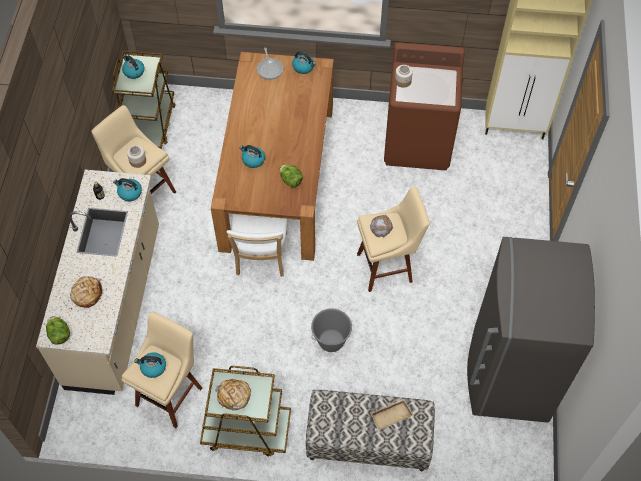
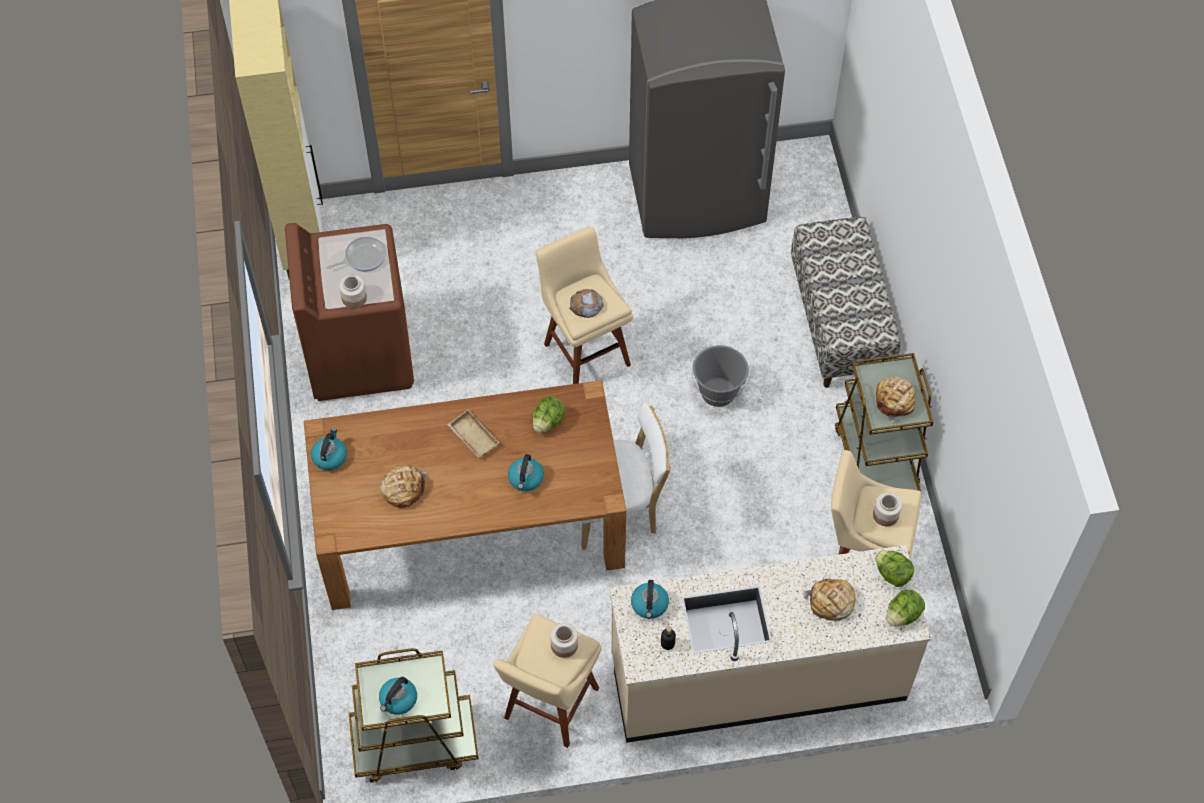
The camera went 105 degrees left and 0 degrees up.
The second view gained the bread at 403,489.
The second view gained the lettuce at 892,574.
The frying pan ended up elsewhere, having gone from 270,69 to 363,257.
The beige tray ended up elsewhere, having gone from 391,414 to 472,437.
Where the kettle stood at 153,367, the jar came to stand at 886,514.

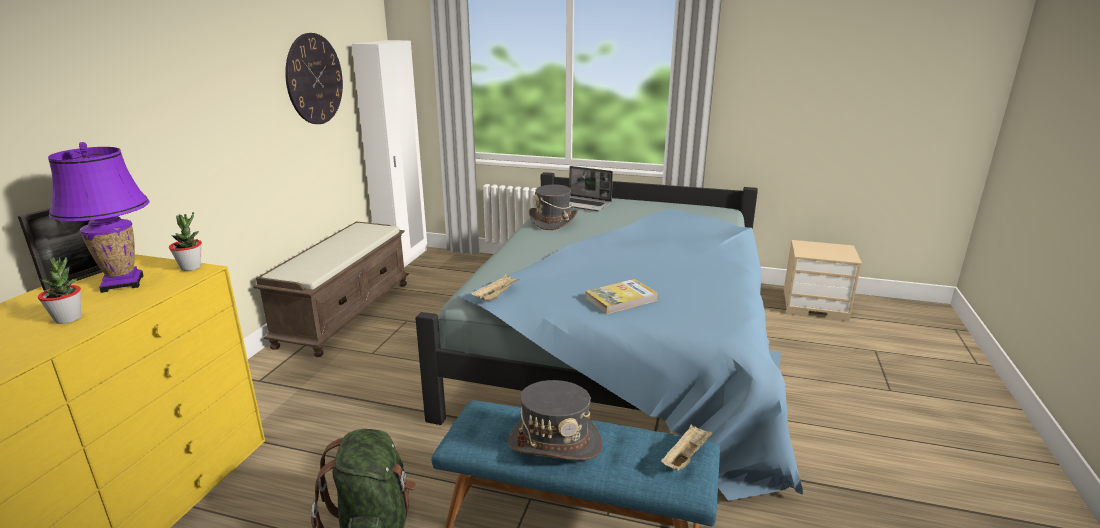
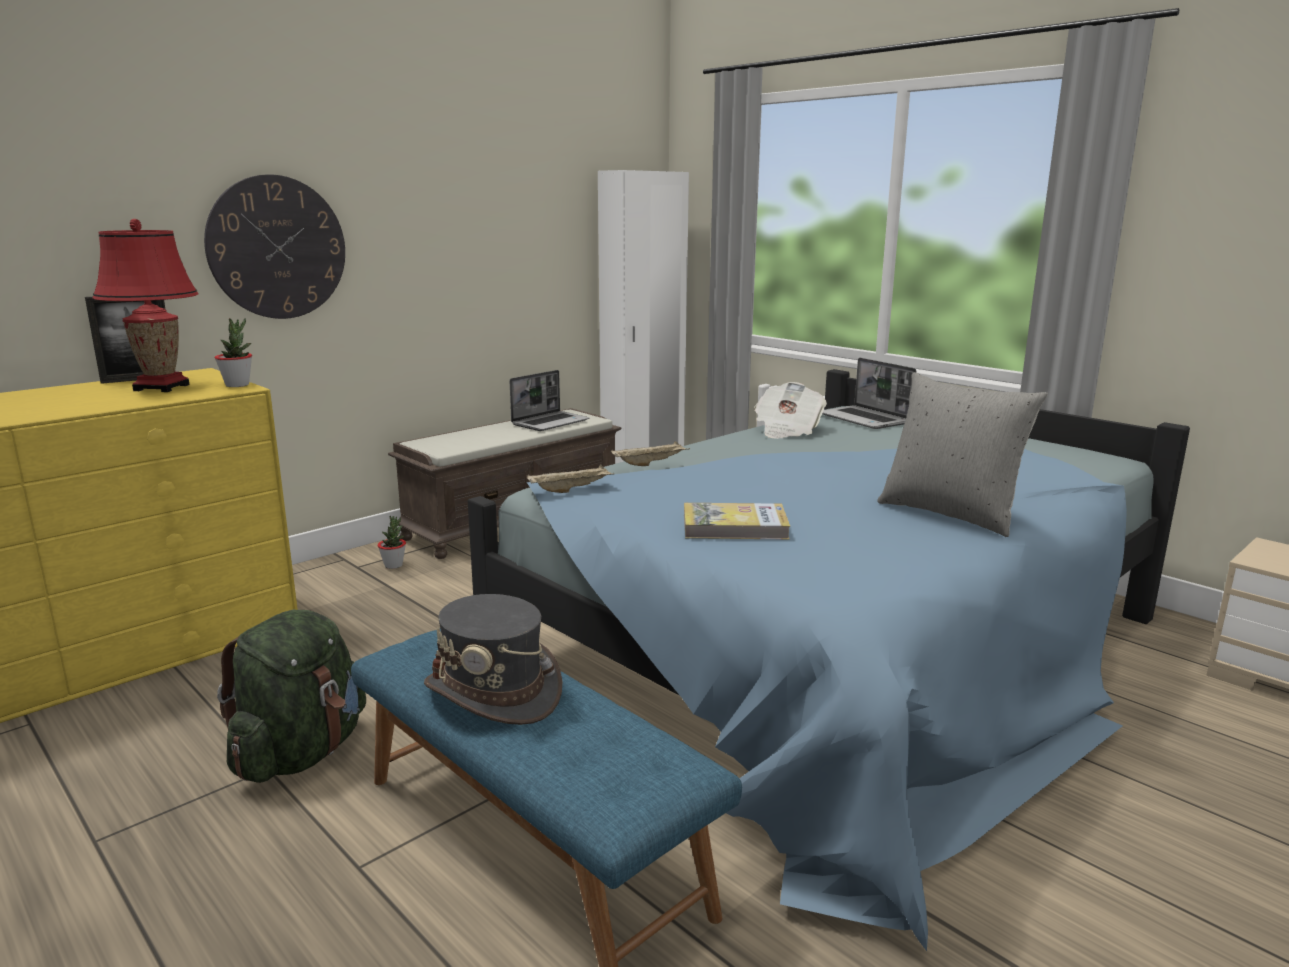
The camera went 30 degrees right and 5 degrees down.
The second view gained the laptop at 550,422.
The second view gained the grey pillow at 950,514.
The potted plant ended up elsewhere, having gone from 68,319 to 393,565.
The wall clock ended up elsewhere, having gone from 314,79 to 277,248.
The beige tray ended up elsewhere, having gone from 685,457 to 650,463.
Where the grey hat stood at 553,221, the newspaper came to stand at 787,430.
What was the purple table lamp at 122,283 turned into the red table lamp at 162,387.

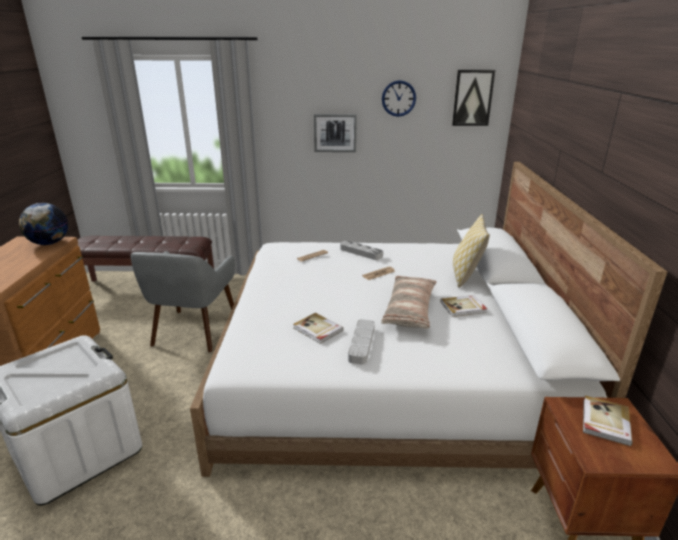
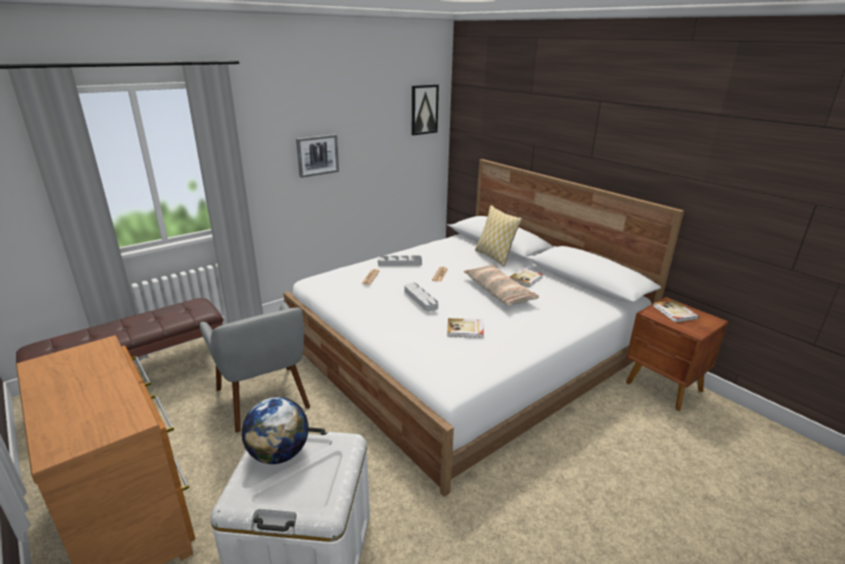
The camera went 40 degrees left and 0 degrees up.
The second view lost the wall clock at 398,98.
The globe ended up elsewhere, having gone from 49,243 to 278,454.
The grey tray ended up elsewhere, having gone from 361,344 to 420,299.

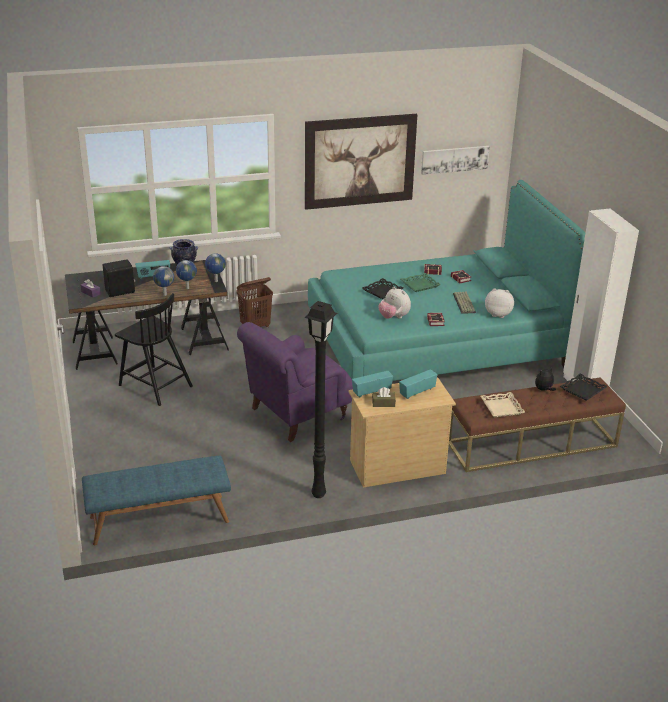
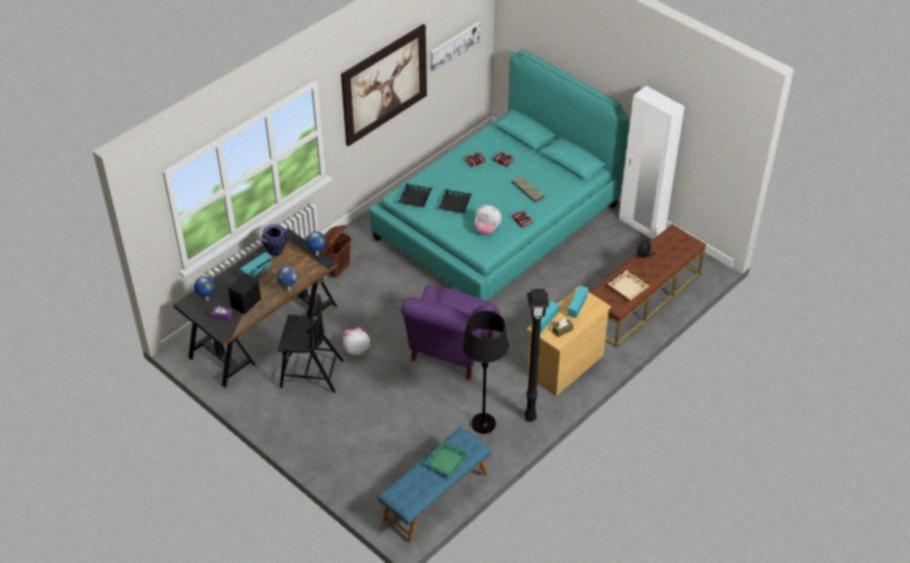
The camera went 30 degrees left and 15 degrees up.
The second view gained the black floor lamp at 483,424.
The globe ended up elsewhere, having gone from 187,288 to 206,300.
The green tray ended up elsewhere, having gone from 420,285 to 446,461.
The plush toy ended up elsewhere, having gone from 498,314 to 356,349.
The black tray ended up elsewhere, having gone from 582,390 to 415,197.

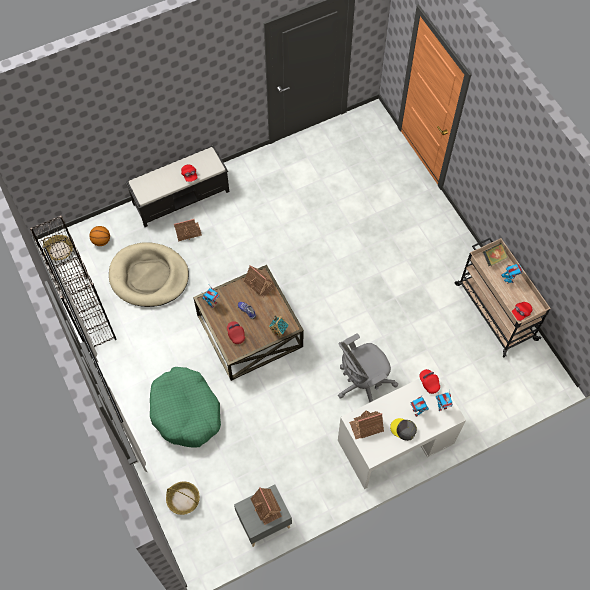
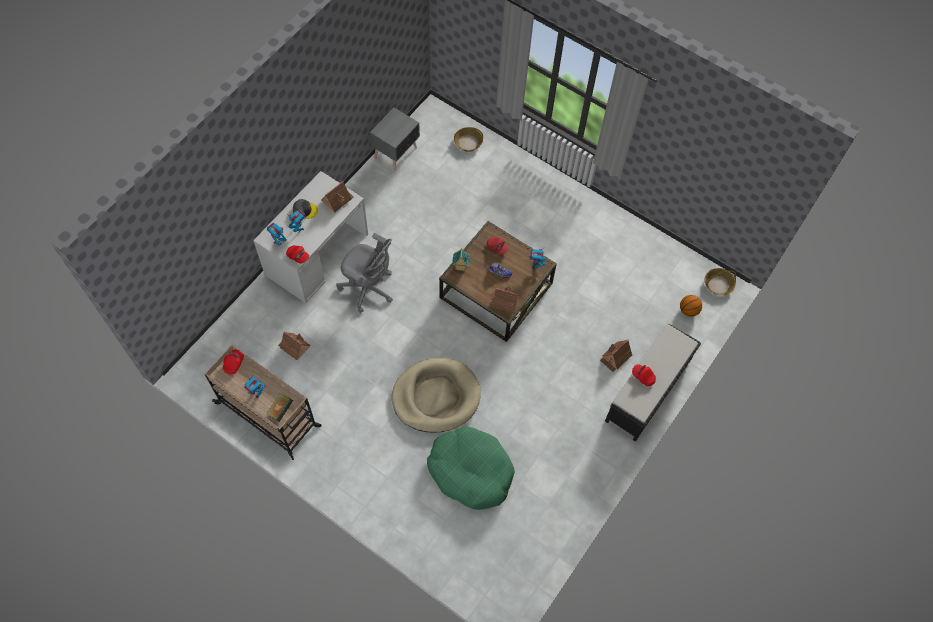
The camera went 150 degrees right and 0 degrees up.
The second view lost the black bookcase at 87,313.
The beige dog bed ended up elsewhere, having gone from 149,276 to 436,397.
The green dog bed ended up elsewhere, having gone from 186,411 to 470,471.
The toy house ended up elsewhere, having gone from 266,507 to 294,346.
The grey office chair at 362,384 ended up facing another way, 90 degrees clockwise from before.

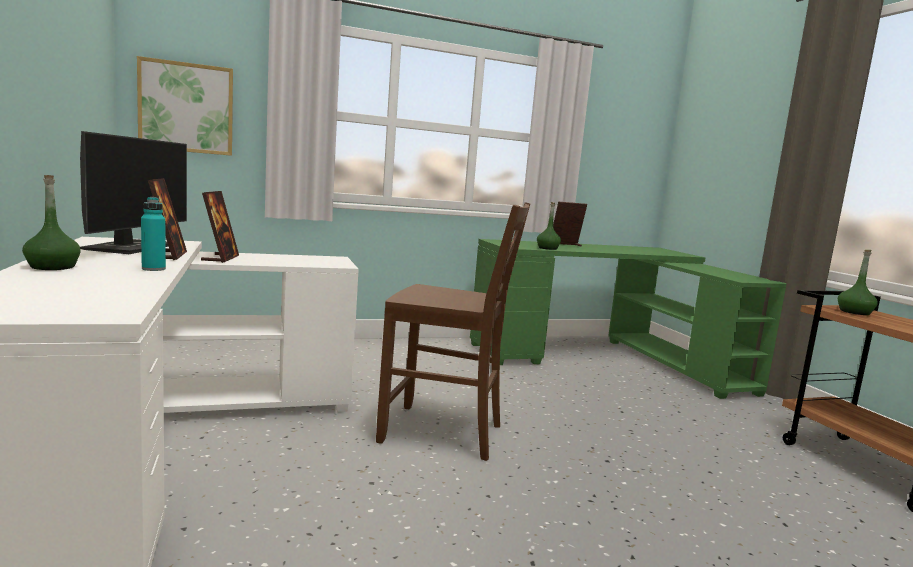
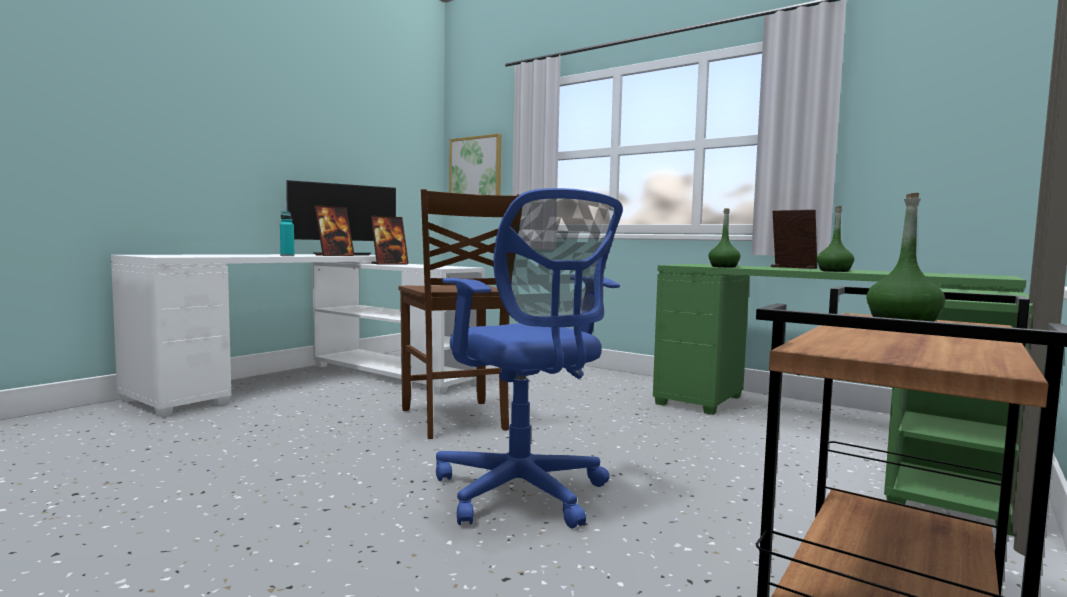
The camera went 55 degrees right and 5 degrees down.
The second view gained the blue office chair at 524,494.
The green bottle ended up elsewhere, having gone from 52,267 to 834,271.

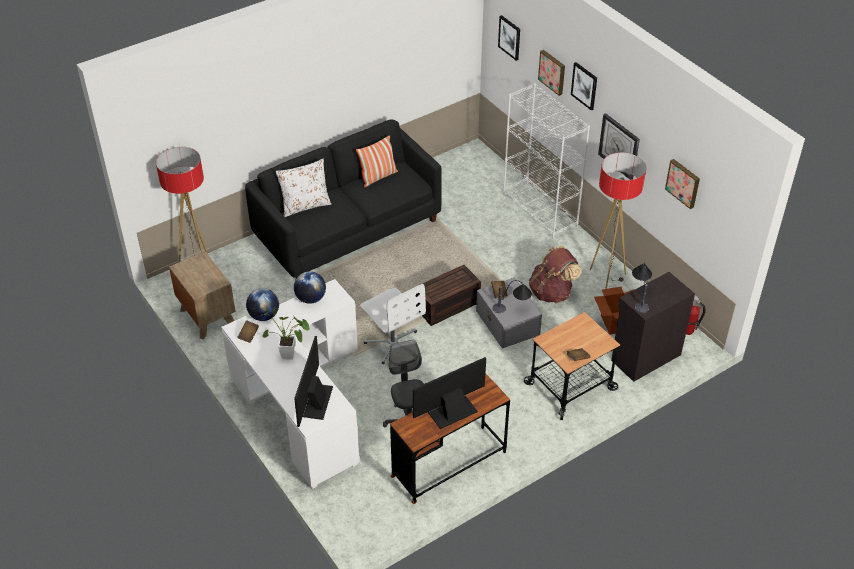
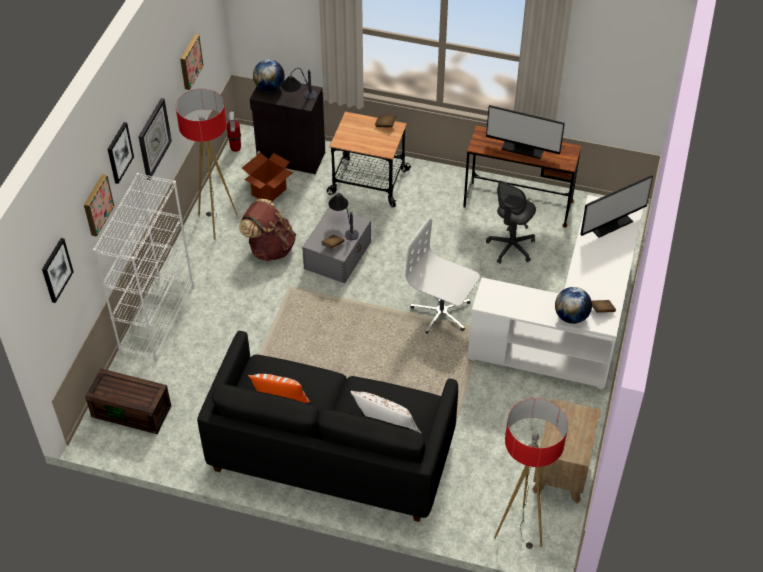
The camera went 130 degrees left and 5 degrees up.
The second view lost the potted plant at 291,356.
The globe ended up elsewhere, having gone from 311,298 to 269,87.
The brown storage box ended up elsewhere, having gone from 447,306 to 133,410.
The white office chair at 393,343 ended up facing another way, 75 degrees counterclockwise from before.

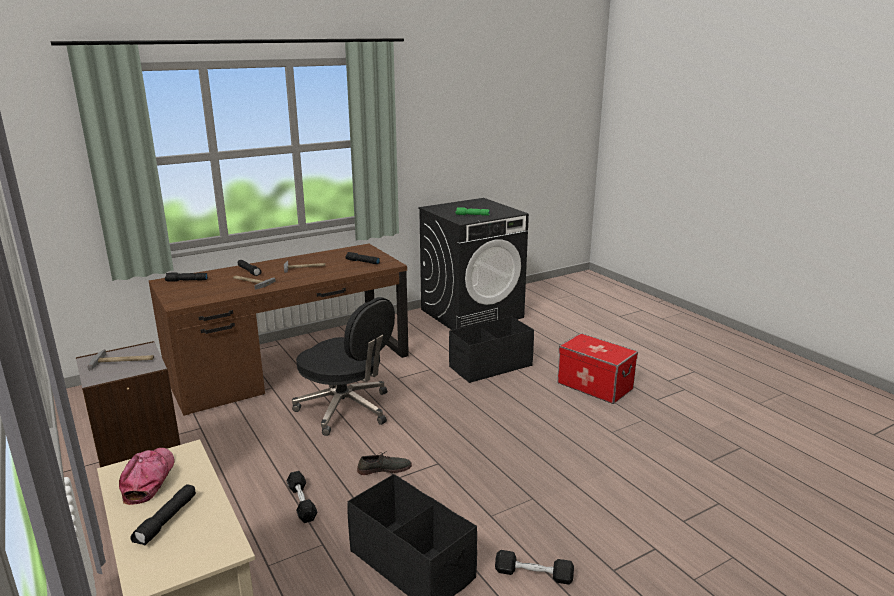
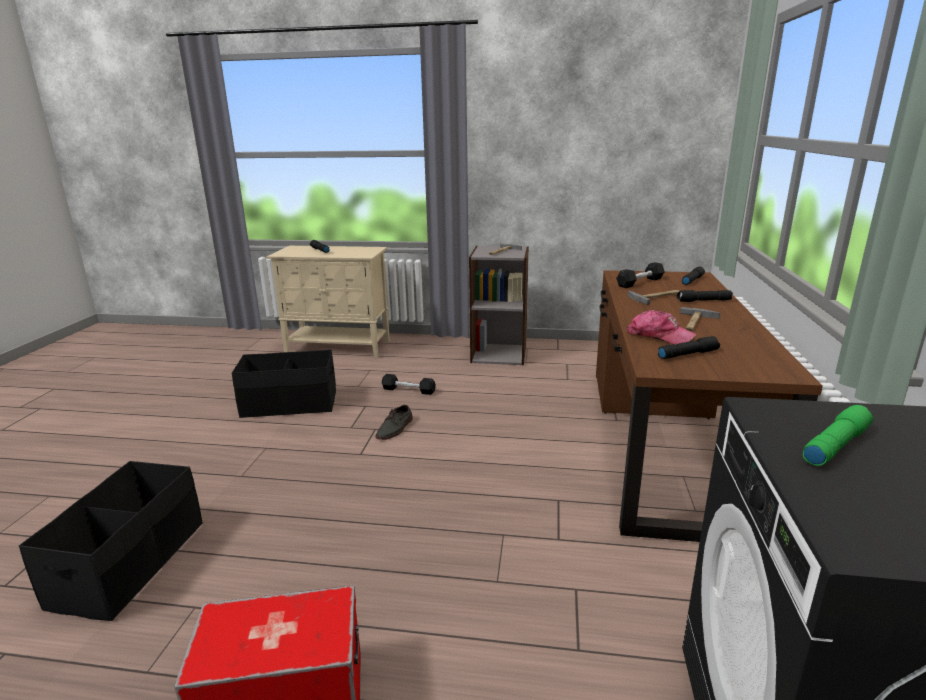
The camera went 130 degrees right and 0 degrees up.
The second view lost the black office chair at 346,409.
The cap ended up elsewhere, having gone from 148,479 to 659,336.
The black storage box ended up elsewhere, having gone from 490,366 to 131,563.
The black dumbbell ended up elsewhere, having gone from 533,574 to 640,282.

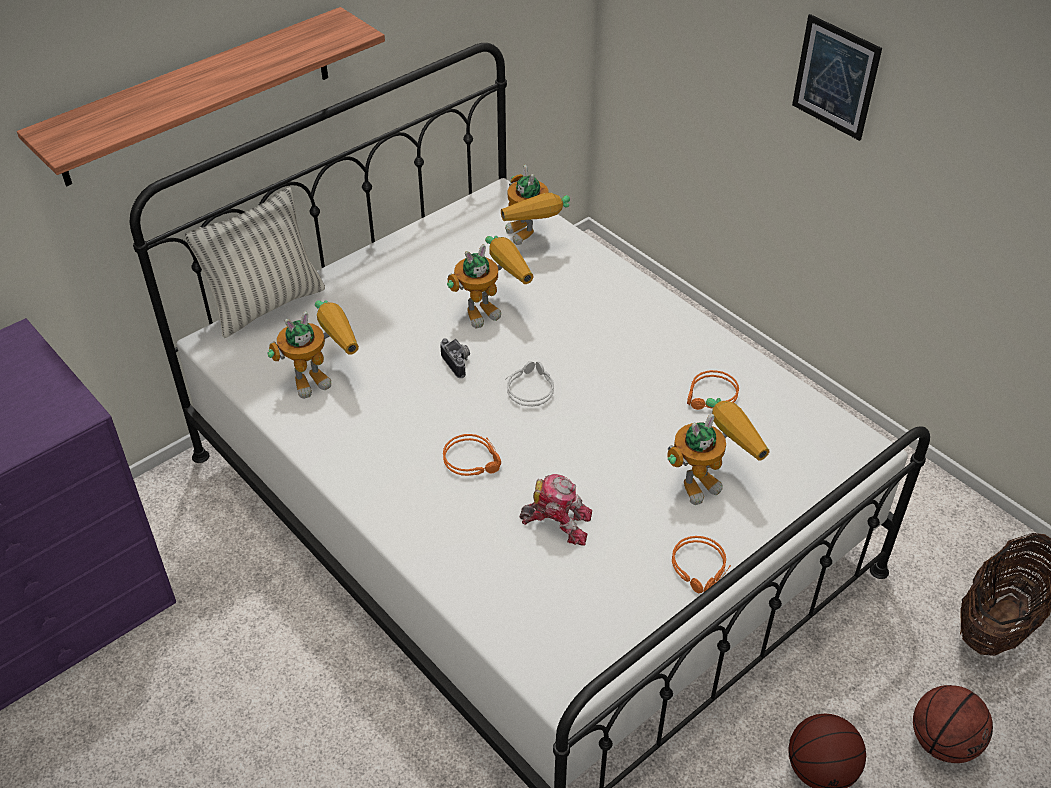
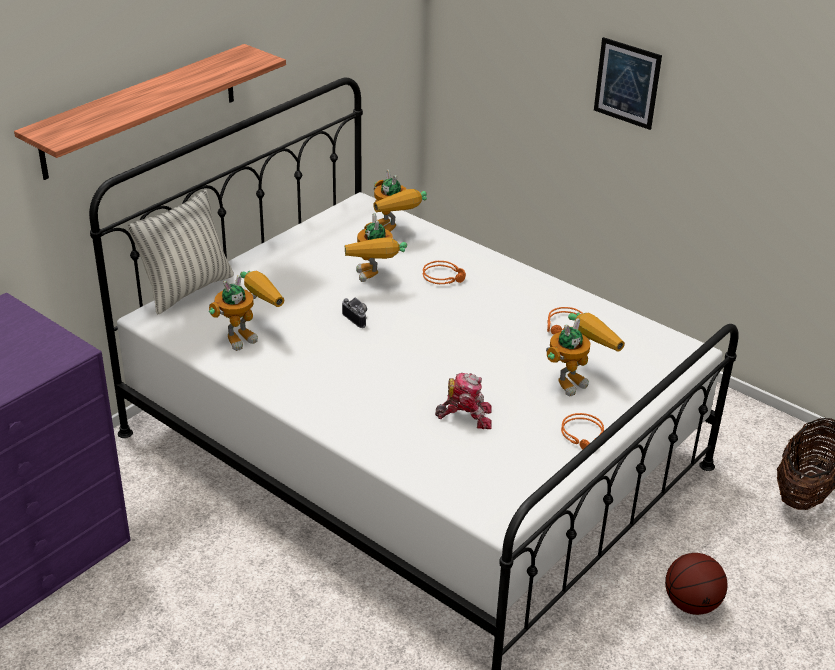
The camera went 10 degrees left and 10 degrees down.
The second view lost the grey headphones at 529,388.
The second view lost the basketball at 943,742.
The orange headphones ended up elsewhere, having gone from 473,459 to 444,276.
The toy robot at 491,308 ended up facing another way, 120 degrees clockwise from before.

